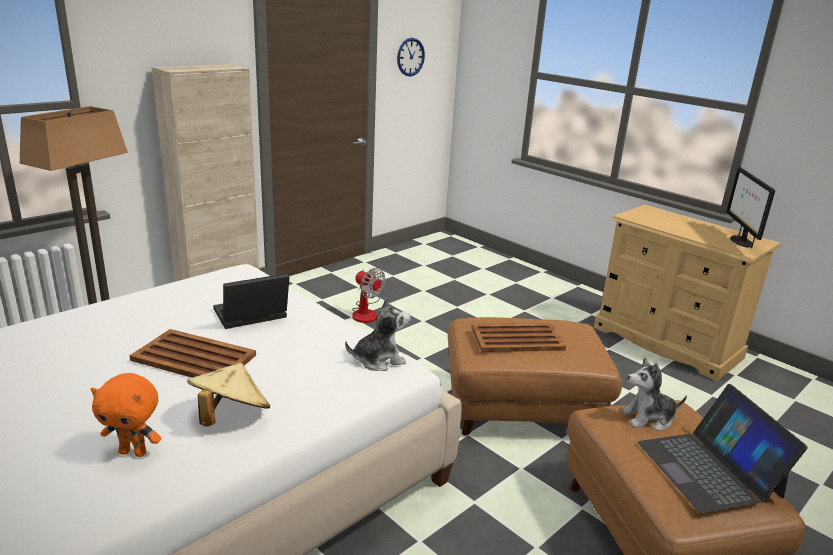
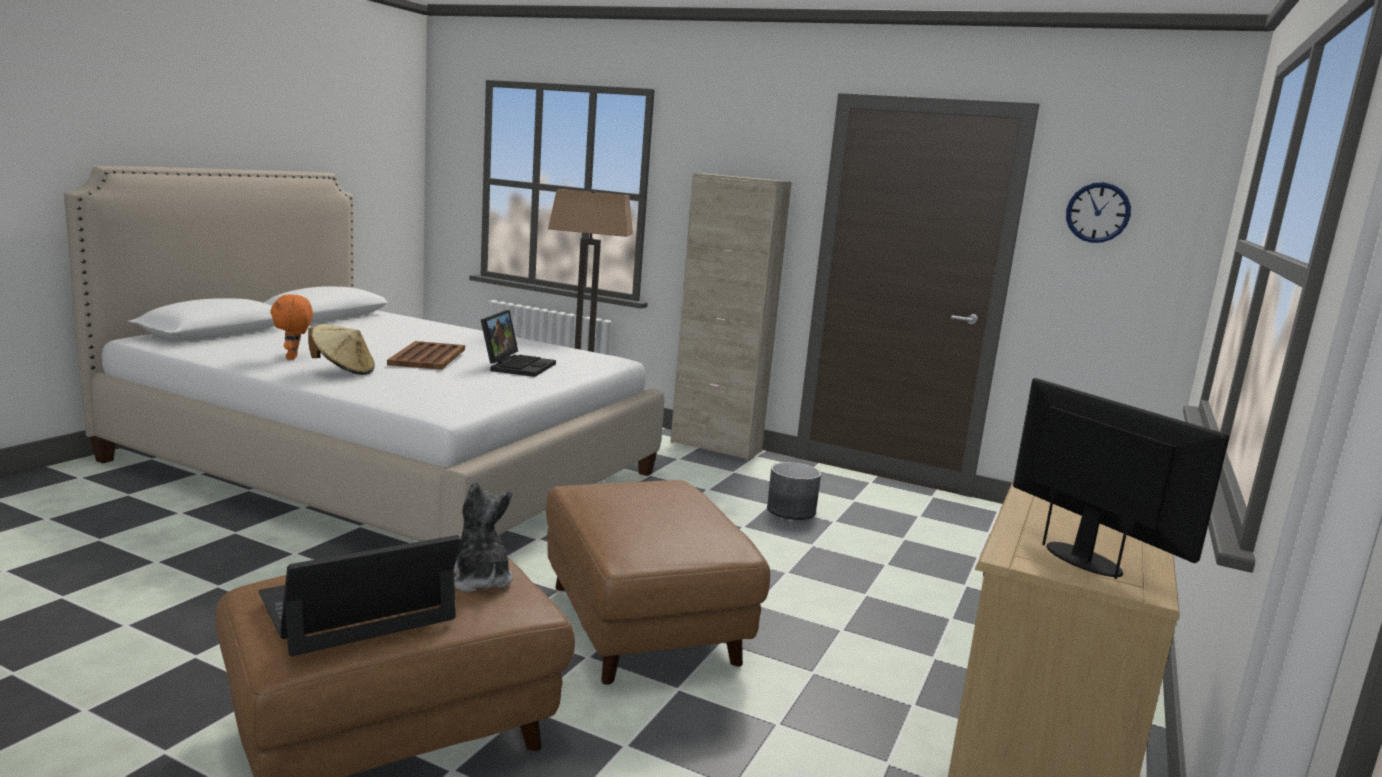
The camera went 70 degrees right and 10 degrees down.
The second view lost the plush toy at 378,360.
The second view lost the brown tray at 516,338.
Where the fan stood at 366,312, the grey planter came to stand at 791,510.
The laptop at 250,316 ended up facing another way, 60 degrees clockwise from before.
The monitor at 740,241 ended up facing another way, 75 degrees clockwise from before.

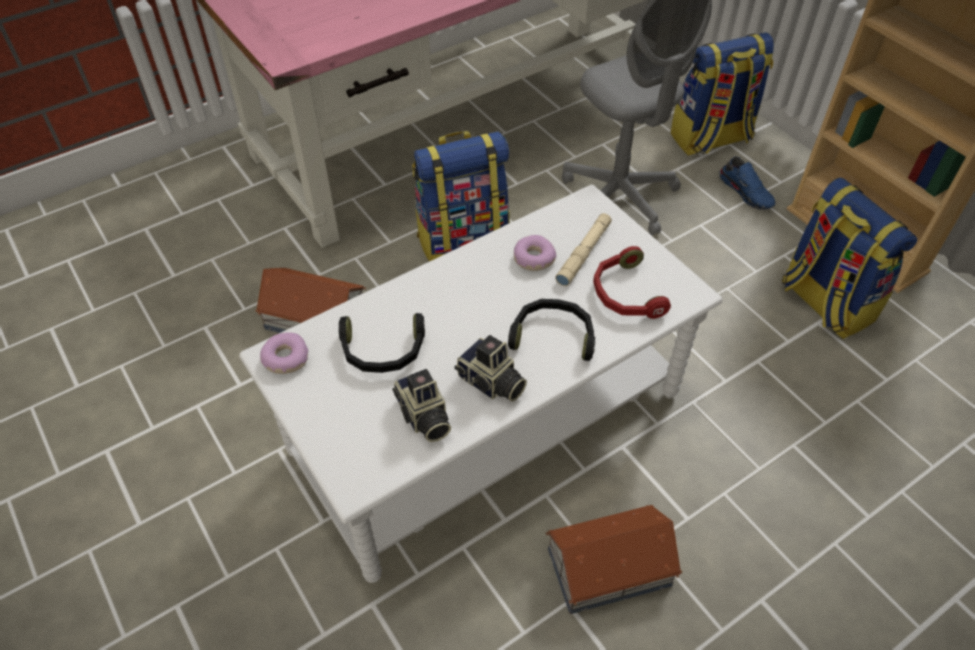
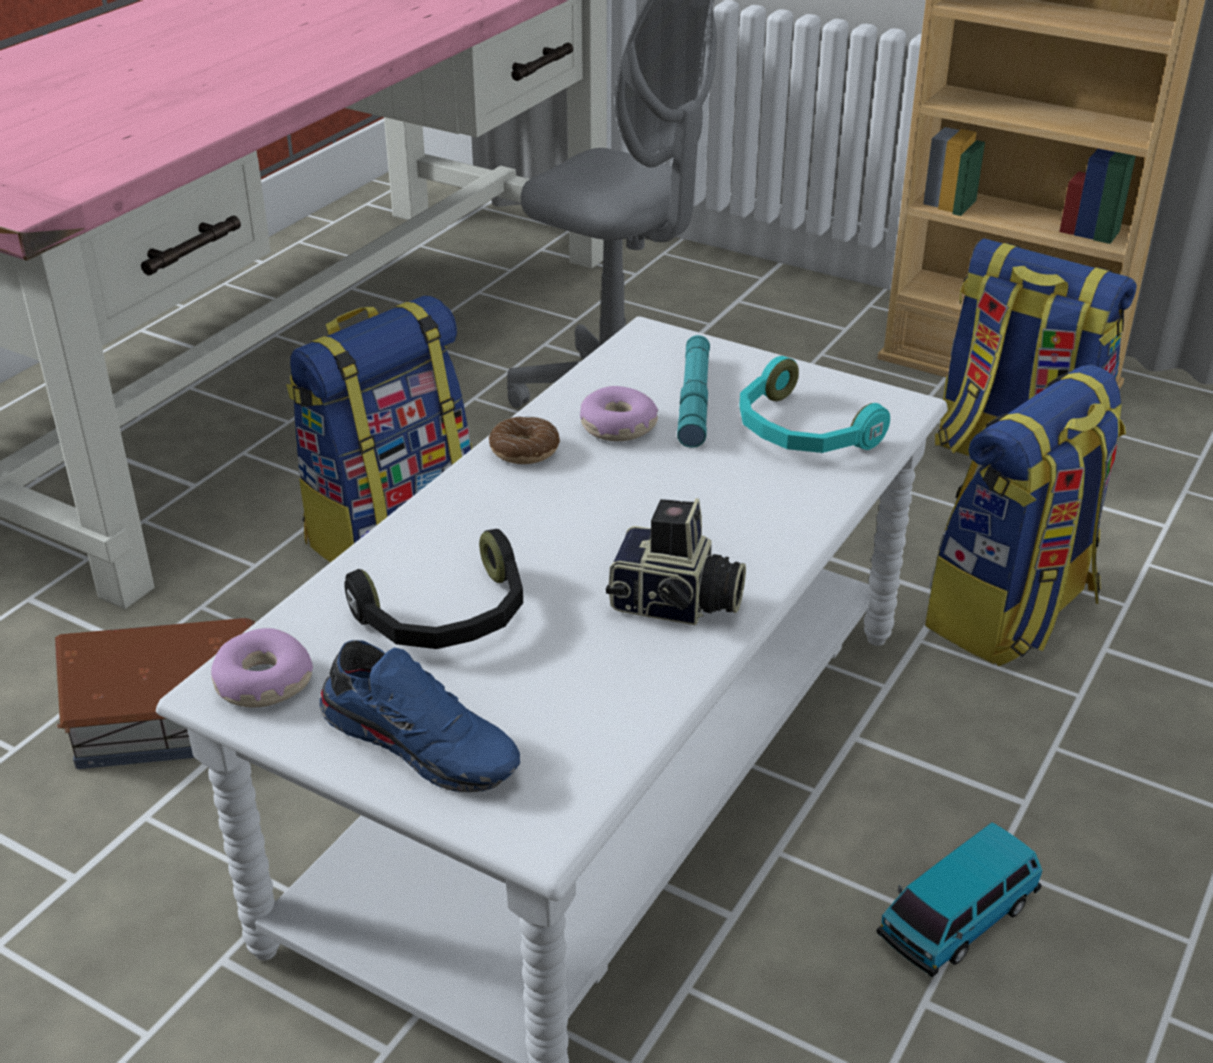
The camera went 25 degrees left and 15 degrees down.
The second view lost the photo camera at 423,417.
The second view lost the black headphones at 553,335.
The second view gained the donut at 524,450.
The backpack ended up elsewhere, having gone from 711,139 to 1012,614.
The blue shoe ended up elsewhere, having gone from 746,192 to 424,742.
Where the toy house stood at 610,567, the toy car came to stand at 957,919.
What was the beige flashlight at 583,253 turned into the turquoise flashlight at 694,400.
What was the red headphones at 625,294 turned into the turquoise headphones at 799,432.

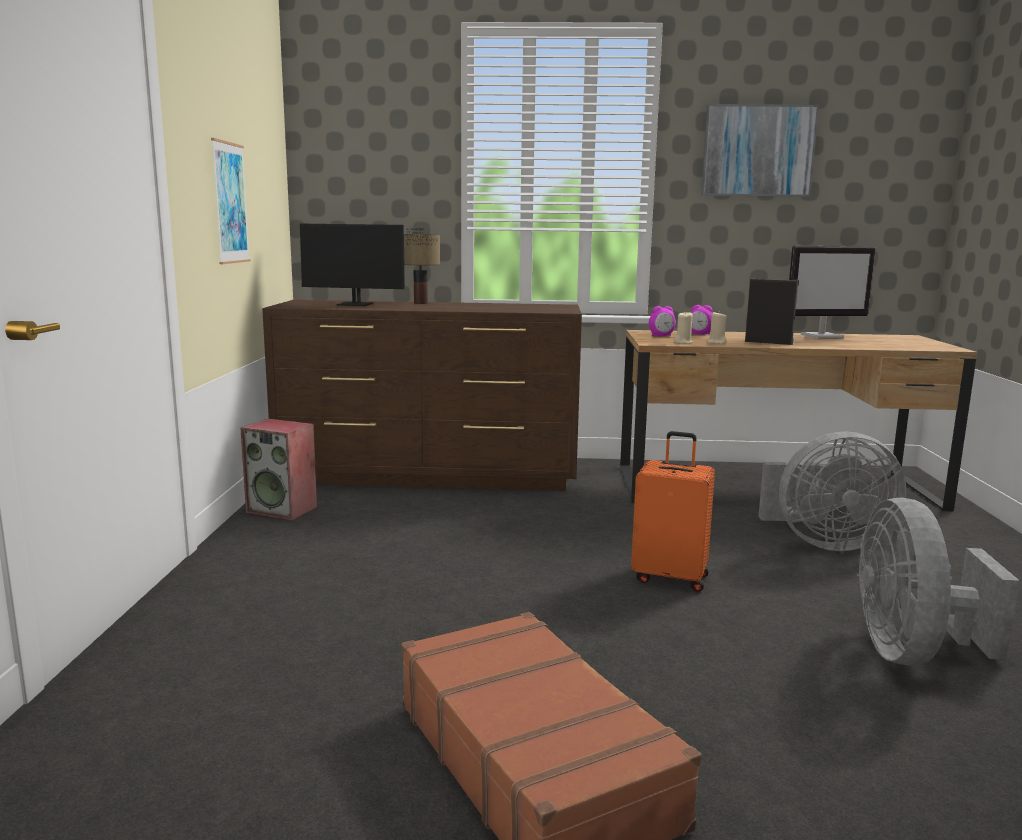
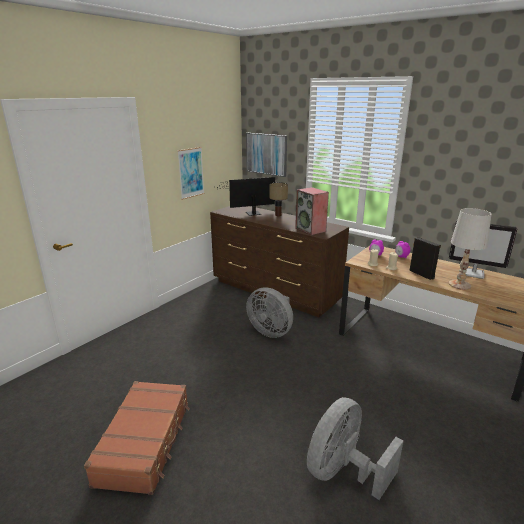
The camera went 35 degrees right and 10 degrees up.
The second view lost the orange suitcase at 670,577.
The second view gained the white table lamp at 460,285.
The speaker ended up elsewhere, having gone from 283,509 to 311,230.
The picture ended up elsewhere, having gone from 757,151 to 266,154.
The grey fan ended up elsewhere, having gone from 824,543 to 271,331.
The monitor at 360,304 ended up facing another way, 120 degrees clockwise from before.

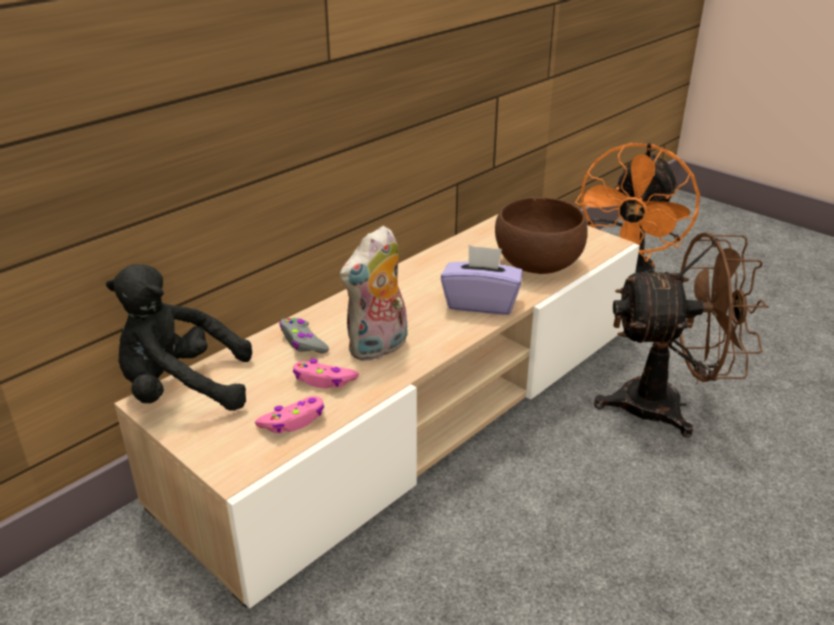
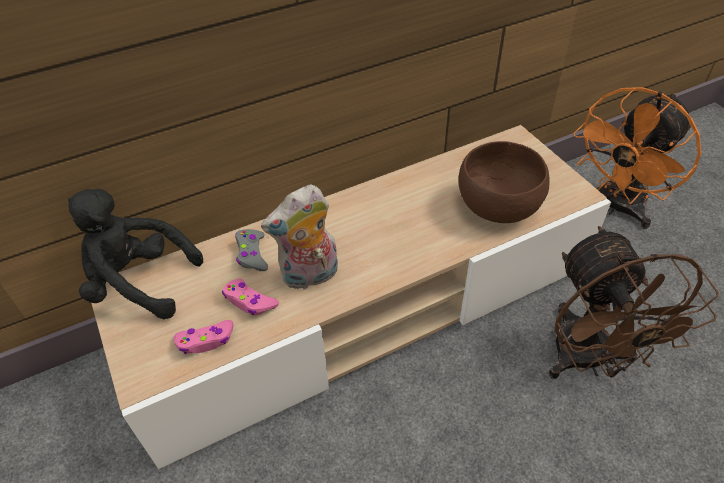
The camera went 20 degrees right and 15 degrees up.
The second view lost the purple tissue box at 481,303.
The brown fan at 667,405 ended up facing another way, 60 degrees clockwise from before.

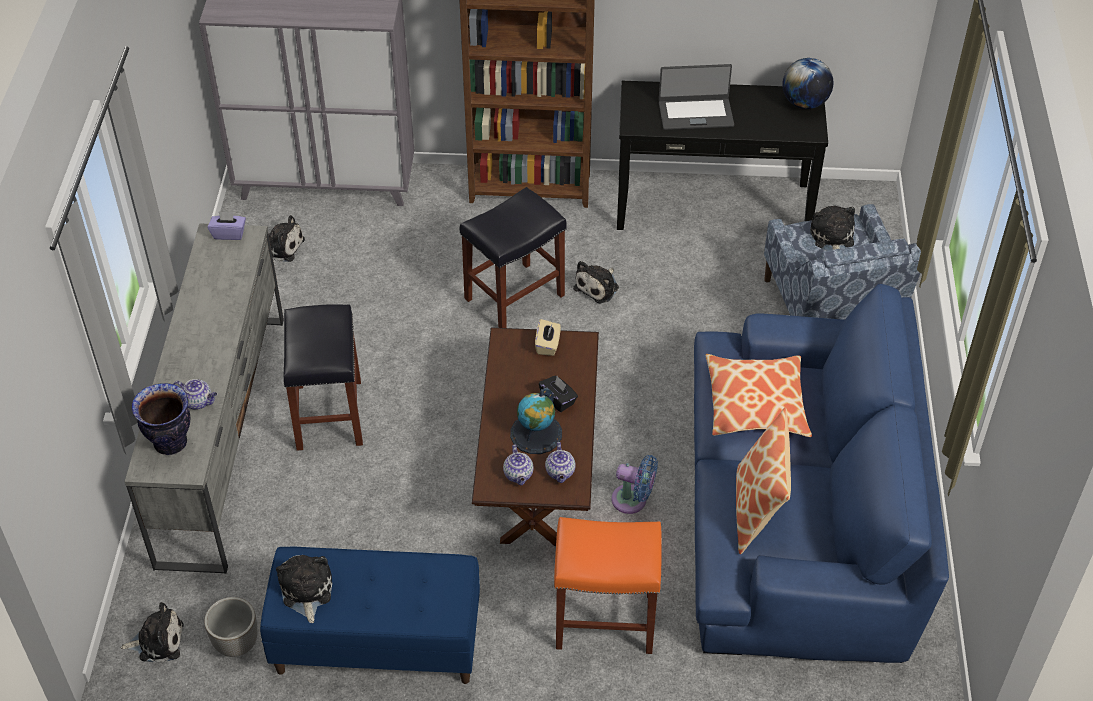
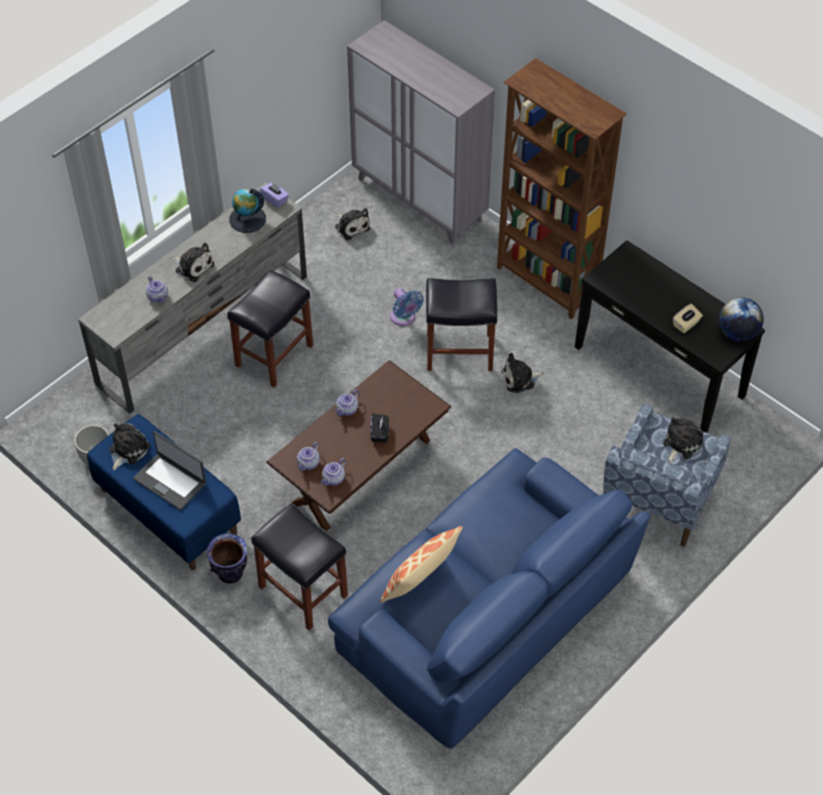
The camera went 40 degrees right and 5 degrees up.
The second view lost the pillow at 756,404.
The second view gained the teapot at 347,410.
The plush toy ended up elsewhere, having gone from 157,641 to 193,266.
The vase ended up elsewhere, having gone from 171,443 to 231,574.
The globe ended up elsewhere, having gone from 536,433 to 247,219.
The beige tissue box ended up elsewhere, having gone from 548,345 to 686,324.
The blue fan ended up elsewhere, having gone from 633,500 to 404,318.
The laptop ended up elsewhere, having gone from 695,113 to 170,480.
What was the orange stool at 603,621 turned into the black stool at 302,591.

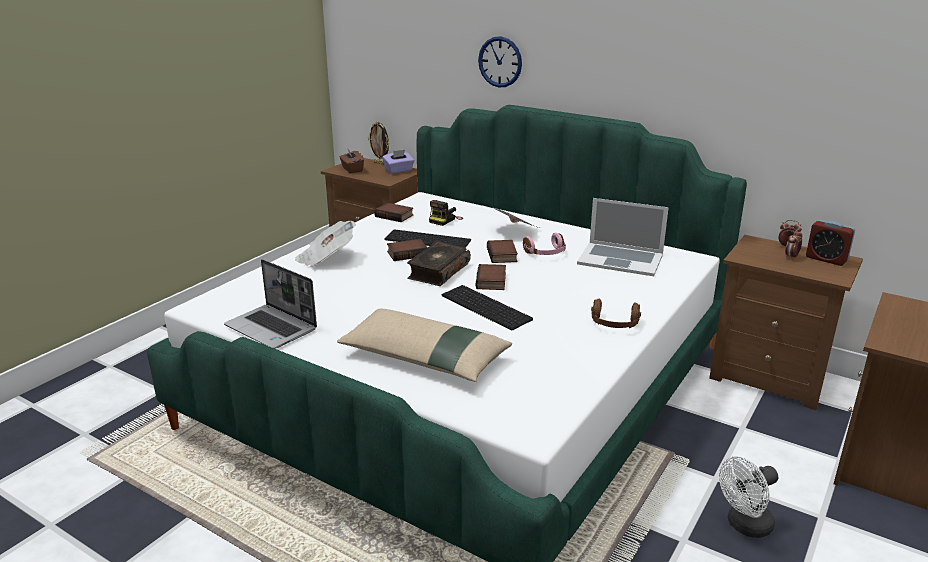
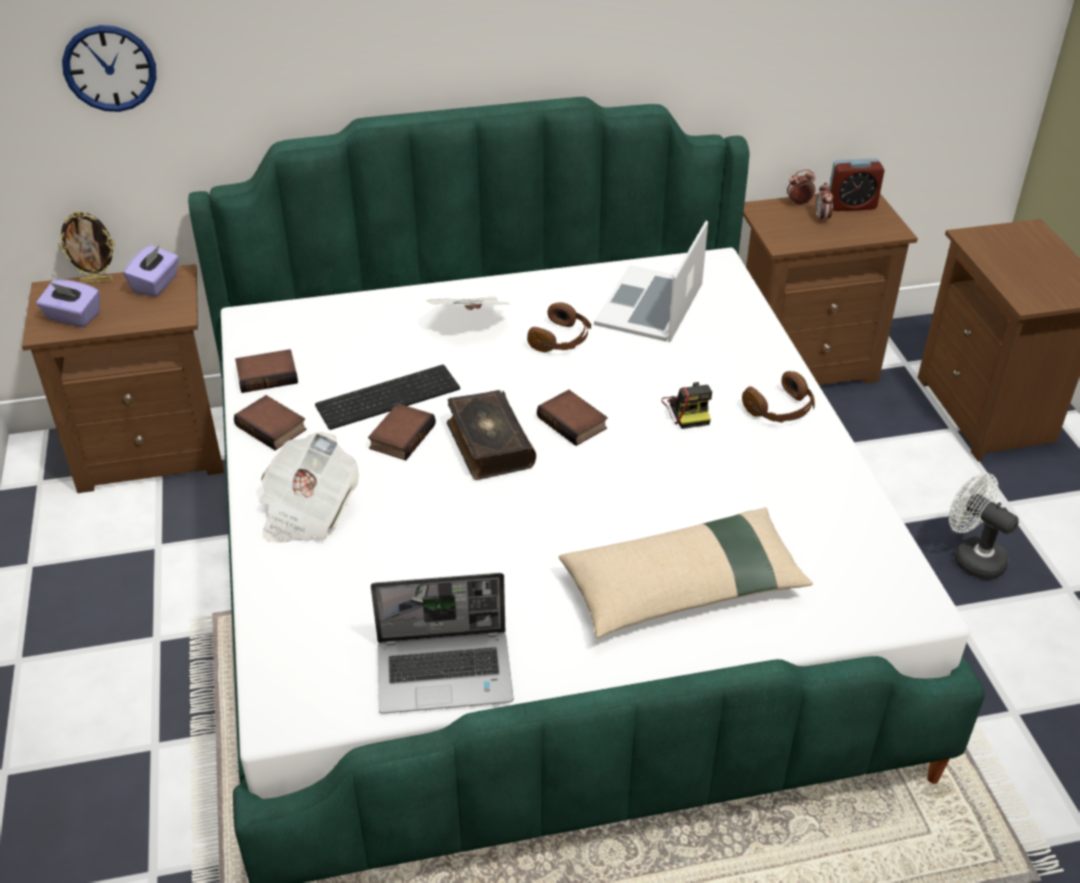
The camera went 45 degrees left and 15 degrees up.
The second view lost the keyboard at 488,307.
The photo camera ended up elsewhere, having gone from 445,220 to 687,410.
The wall clock ended up elsewhere, having gone from 500,62 to 109,68.
The book ended up elsewhere, having gone from 503,255 to 273,427.
What was the brown tissue box at 352,169 turned into the purple tissue box at 73,317.
What was the pink headphones at 545,253 turned into the brown headphones at 561,340.
The laptop at 620,259 ended up facing another way, 135 degrees clockwise from before.
The white fan at 744,526 ended up facing another way, 120 degrees clockwise from before.

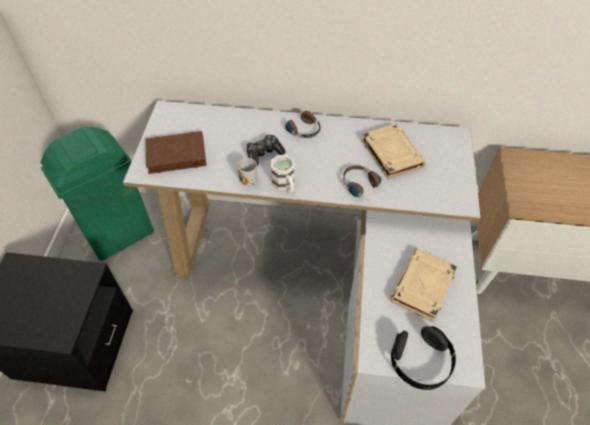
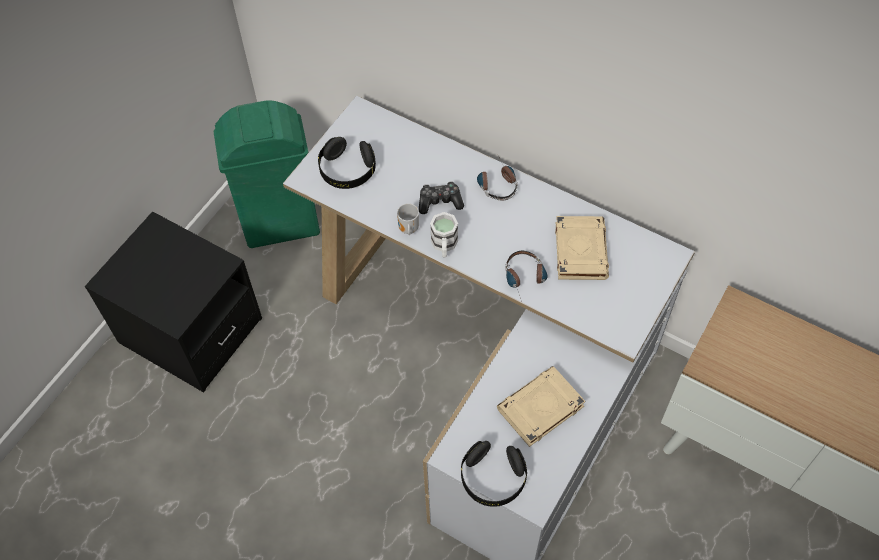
The camera went 25 degrees right and 5 degrees up.
Where the brown book stood at 175,155, the black headphones came to stand at 347,171.

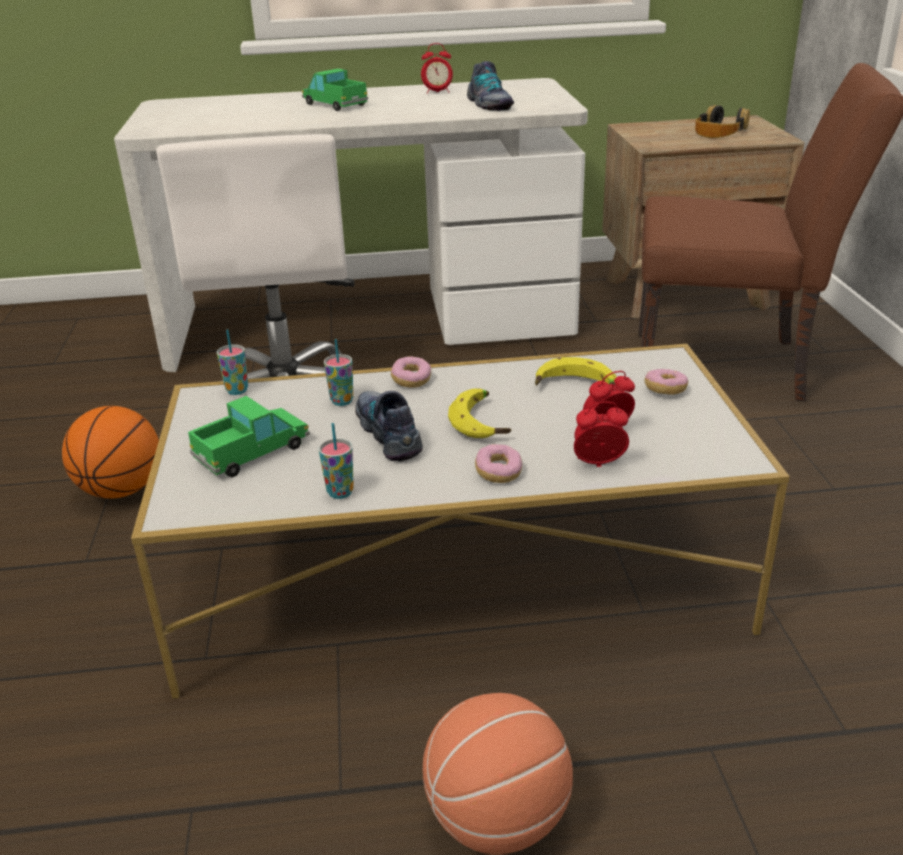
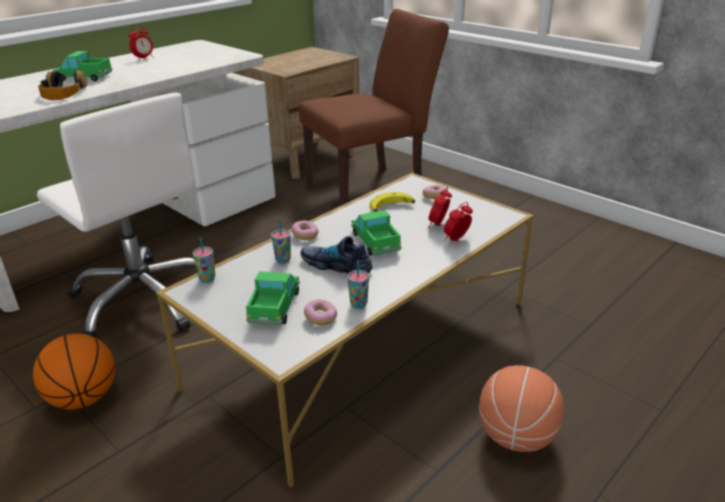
The camera went 40 degrees left and 0 degrees up.
The second view lost the shoe at 489,104.
The donut ended up elsewhere, having gone from 498,473 to 320,318.
The headphones ended up elsewhere, having gone from 719,132 to 63,93.
Where the banana stood at 483,422, the toy truck came to stand at 375,242.

